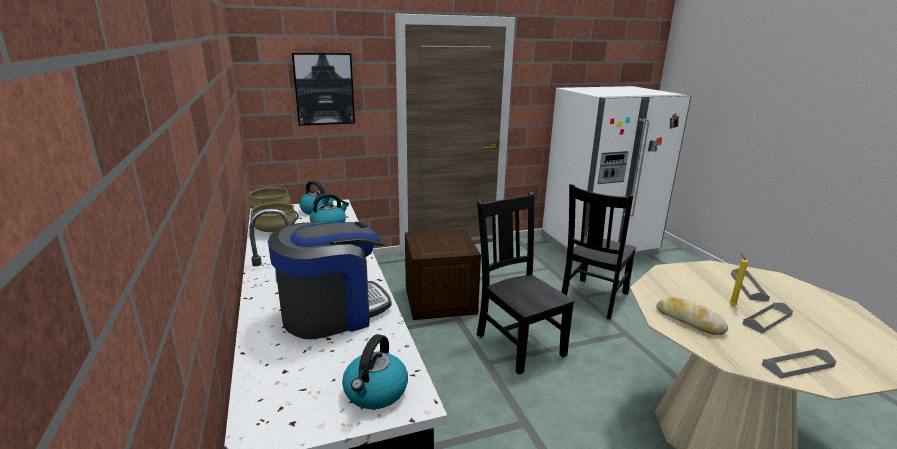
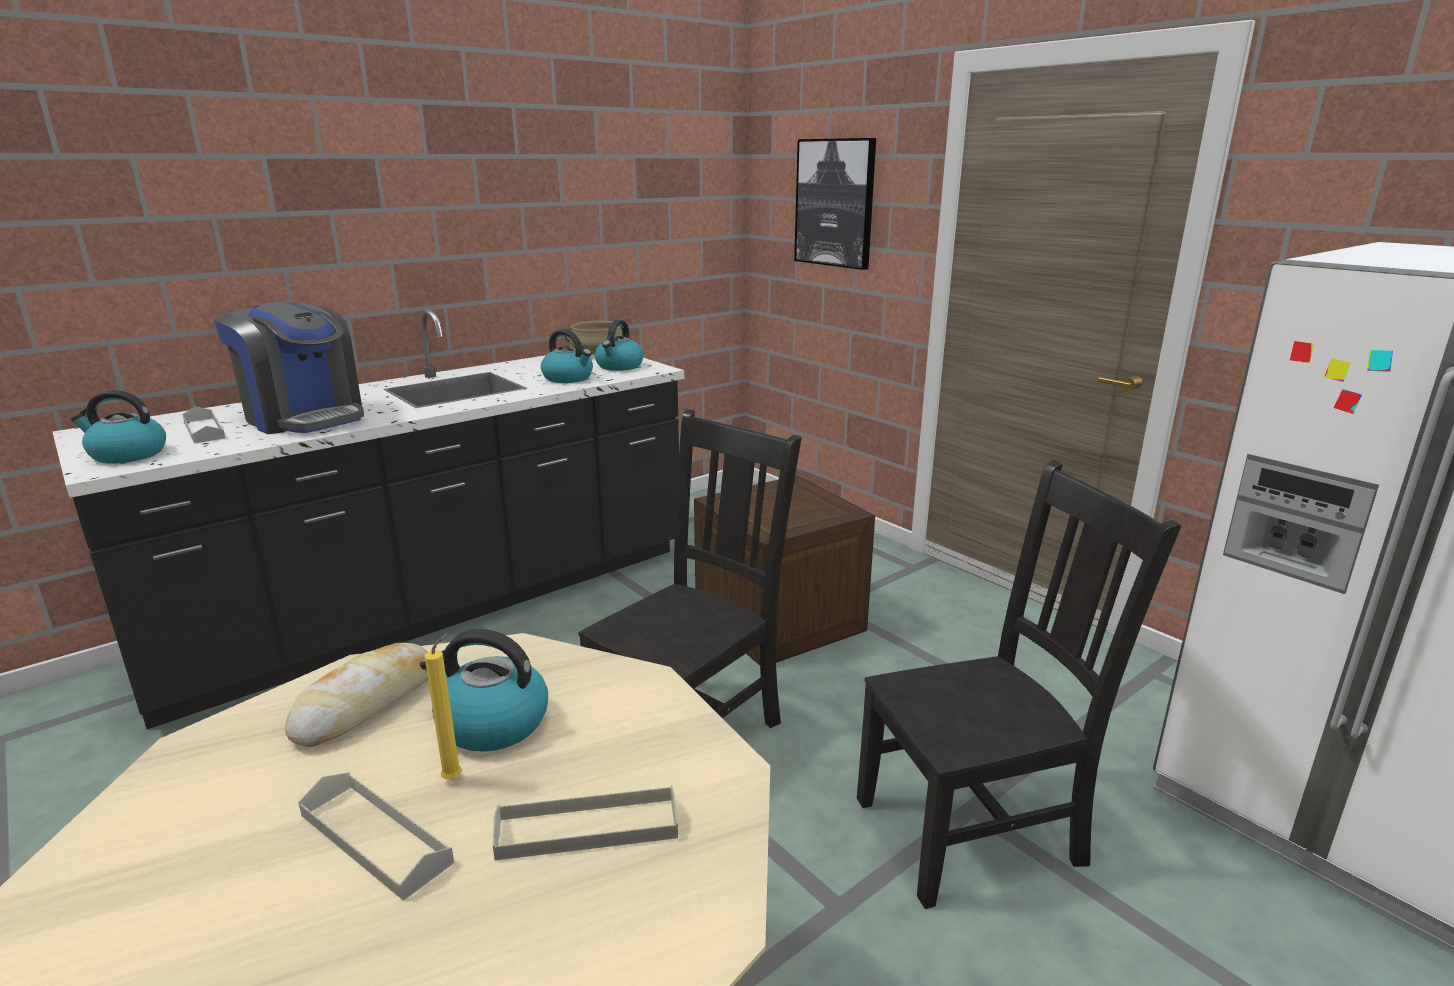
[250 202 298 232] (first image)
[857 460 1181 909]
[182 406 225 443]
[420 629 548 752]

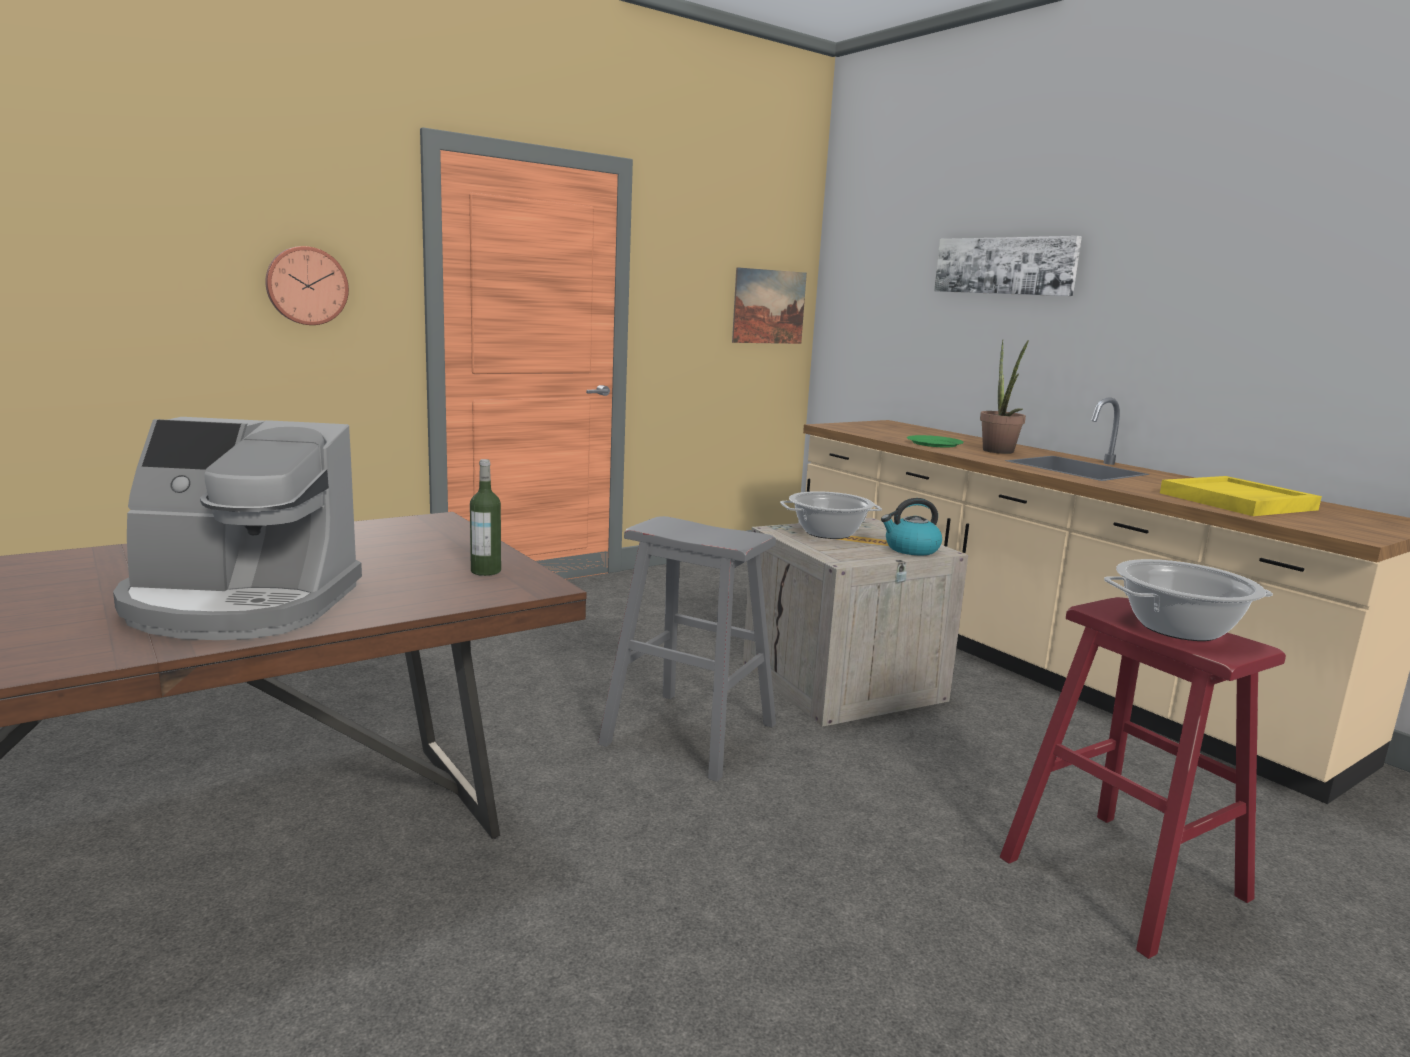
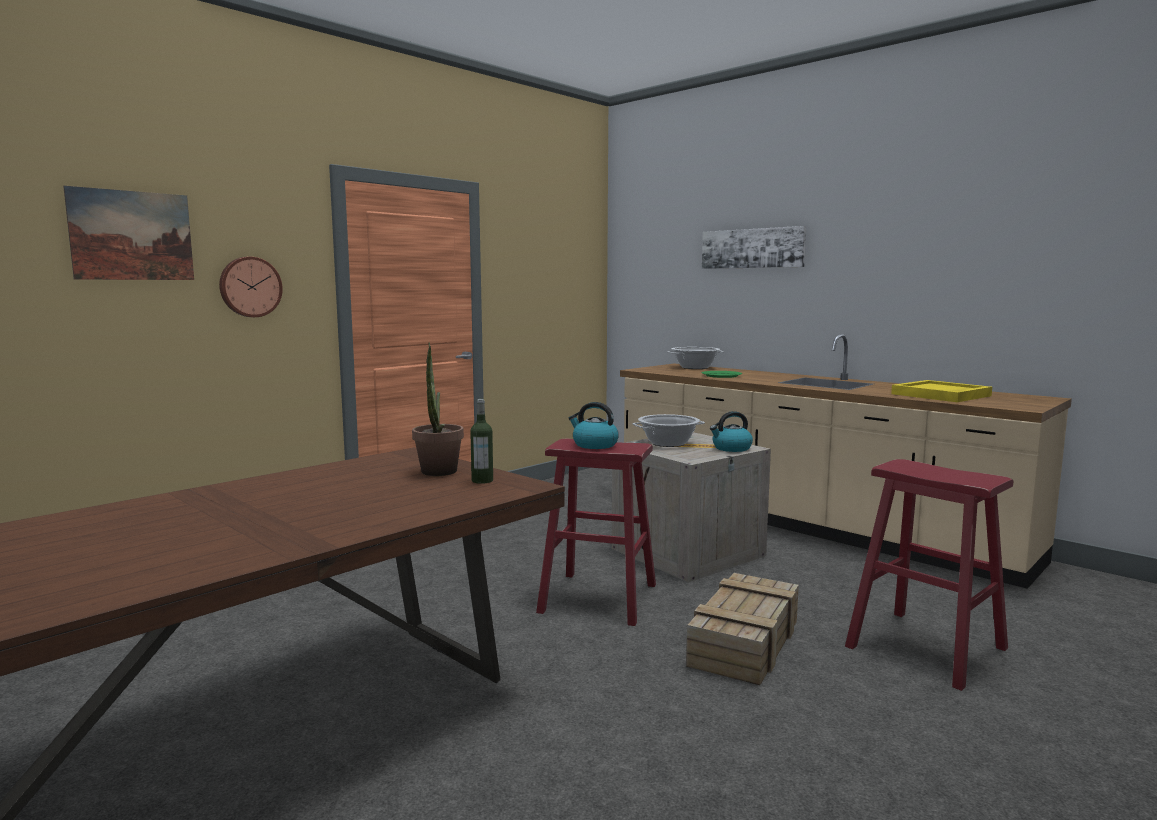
[113 417 362 640] (first image)
[536 439 656 626]
[63 186 194 280]
[412 342 464 476]
[667 347 724 369]
[568 402 619 449]
[686 573 799 685]

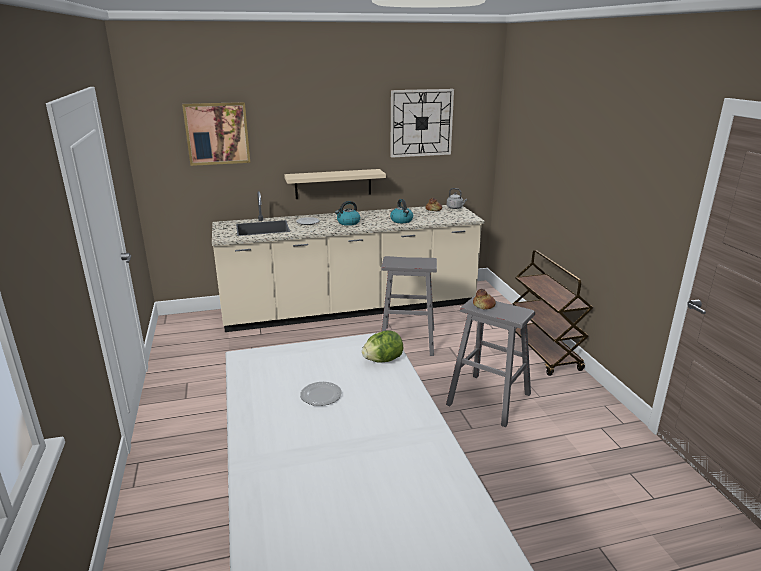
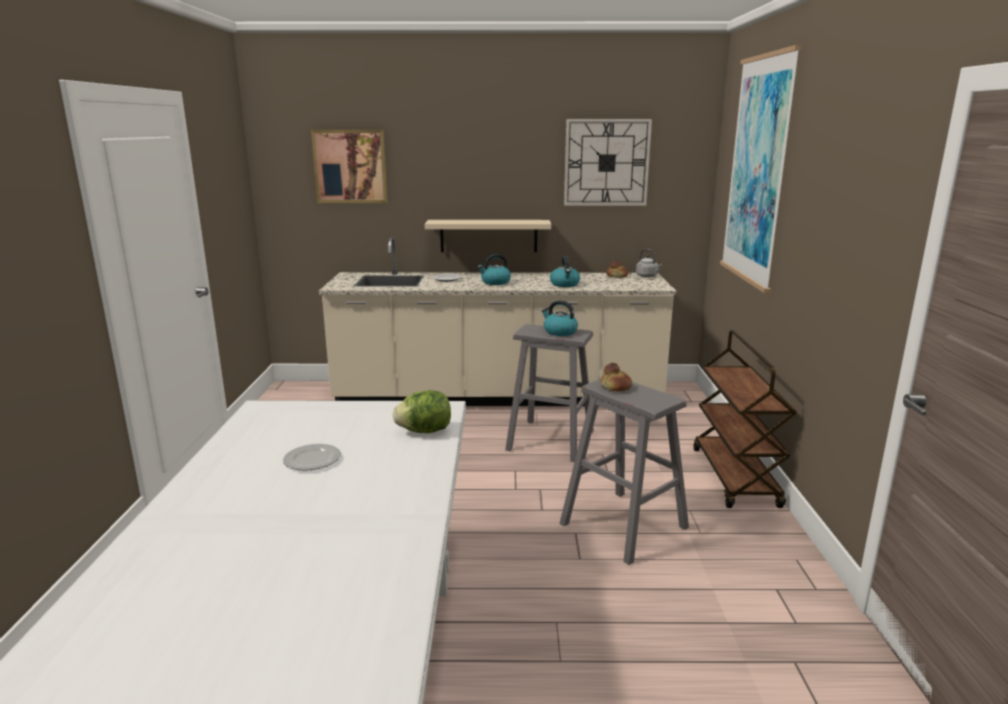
[542 300 578 336]
[720 45 802 293]

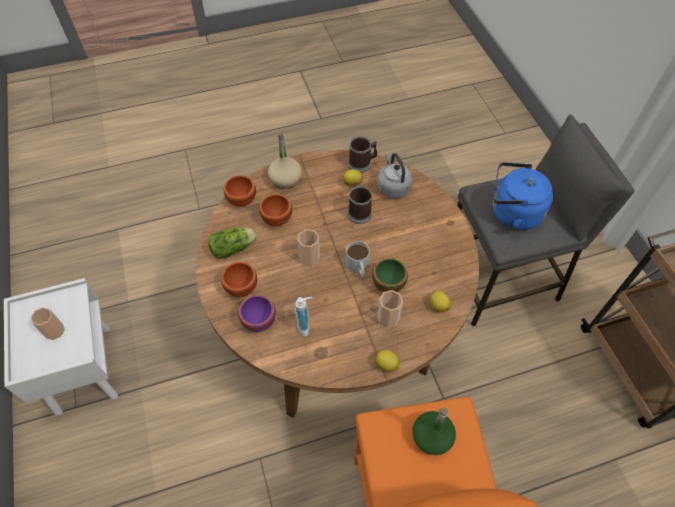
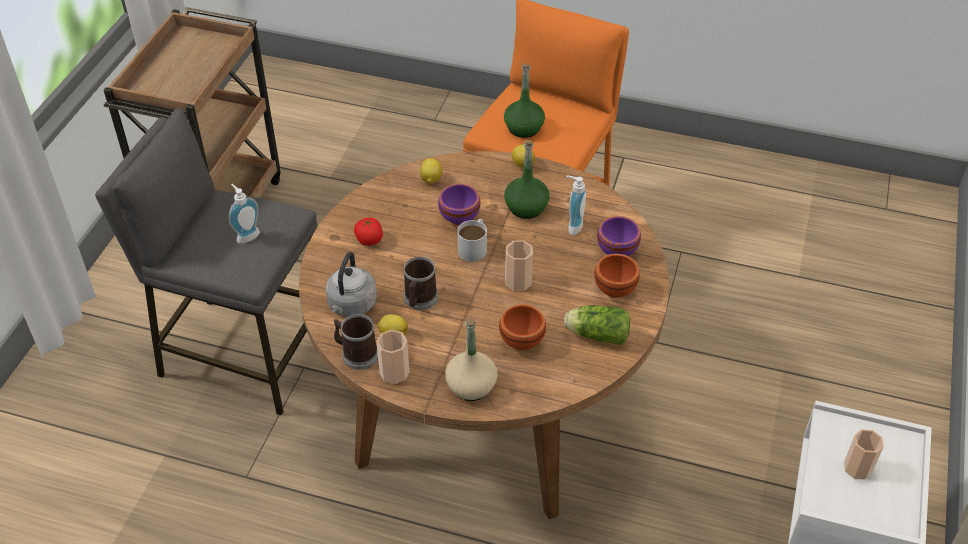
[224 175 256 207] (first image)
[438 184 481 226]
[377 330 409 384]
[229 184 260 244]
[354 217 383 246]
[504 139 550 219]

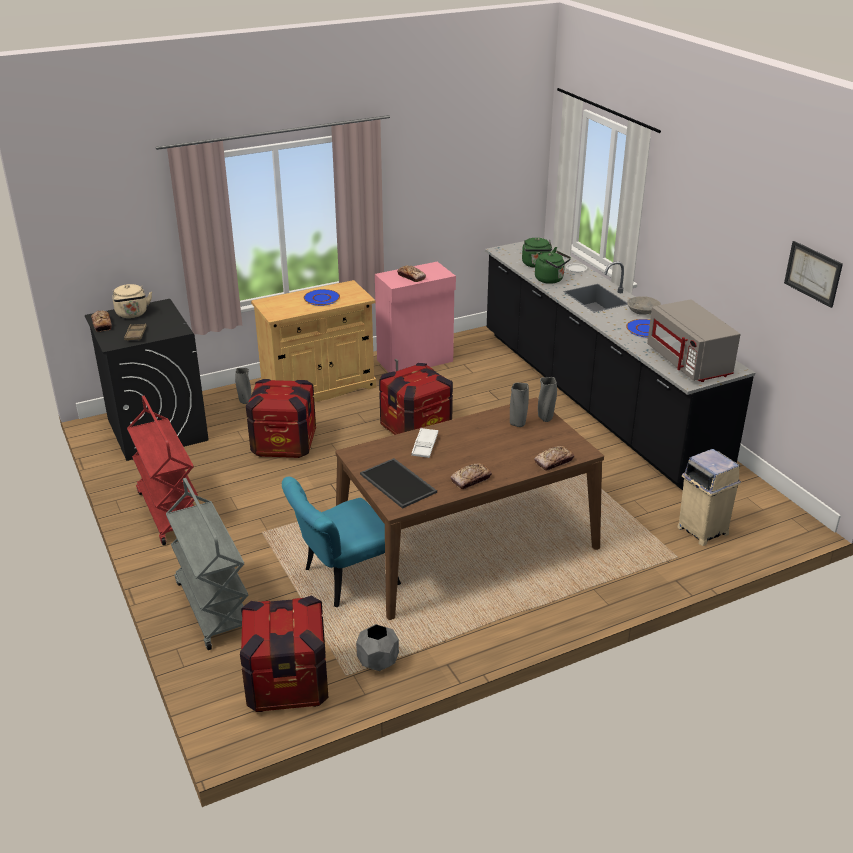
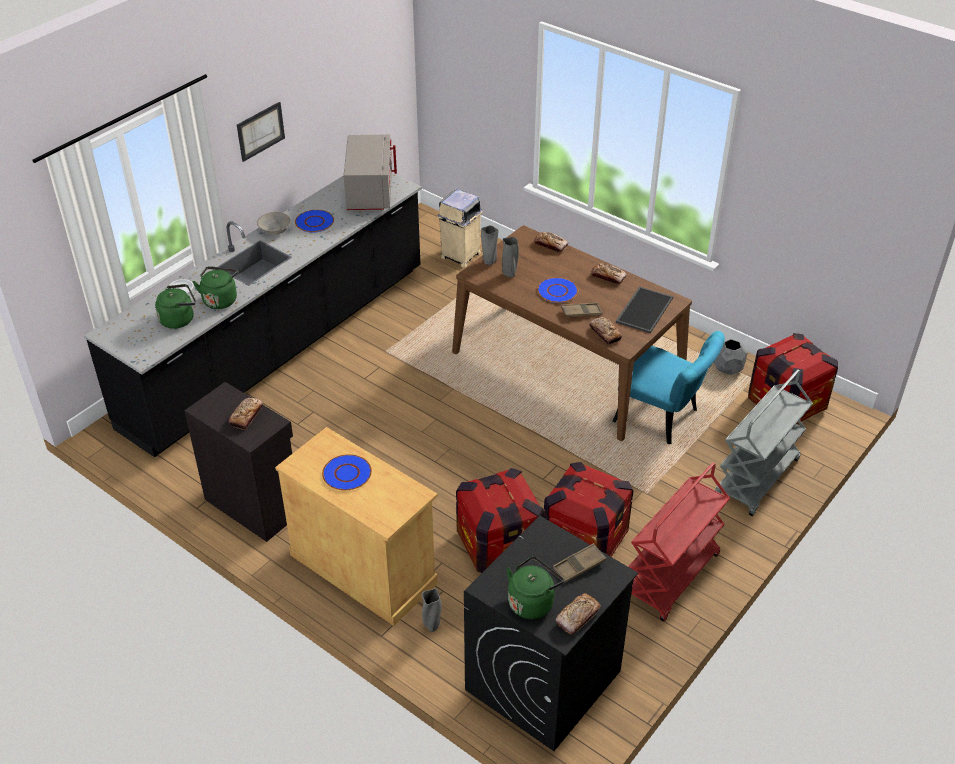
[506 556 564 619]
[184 382 293 542]
[543 462 633 557]
[561 303 603 317]
[344 134 397 210]
[237 102 285 162]
[537 277 578 303]
[589 317 622 345]

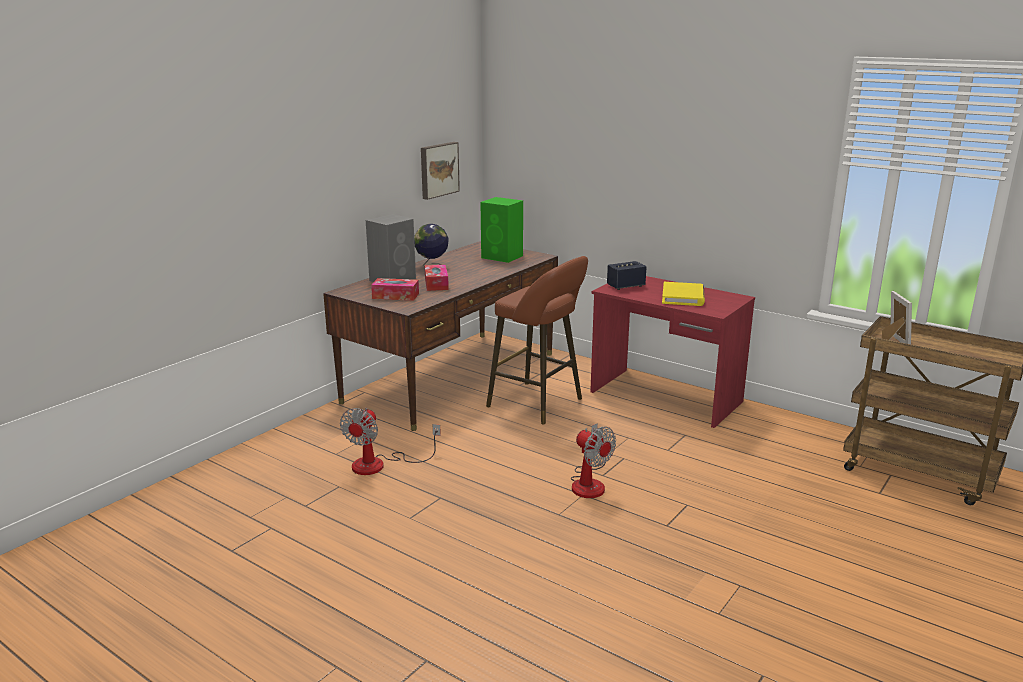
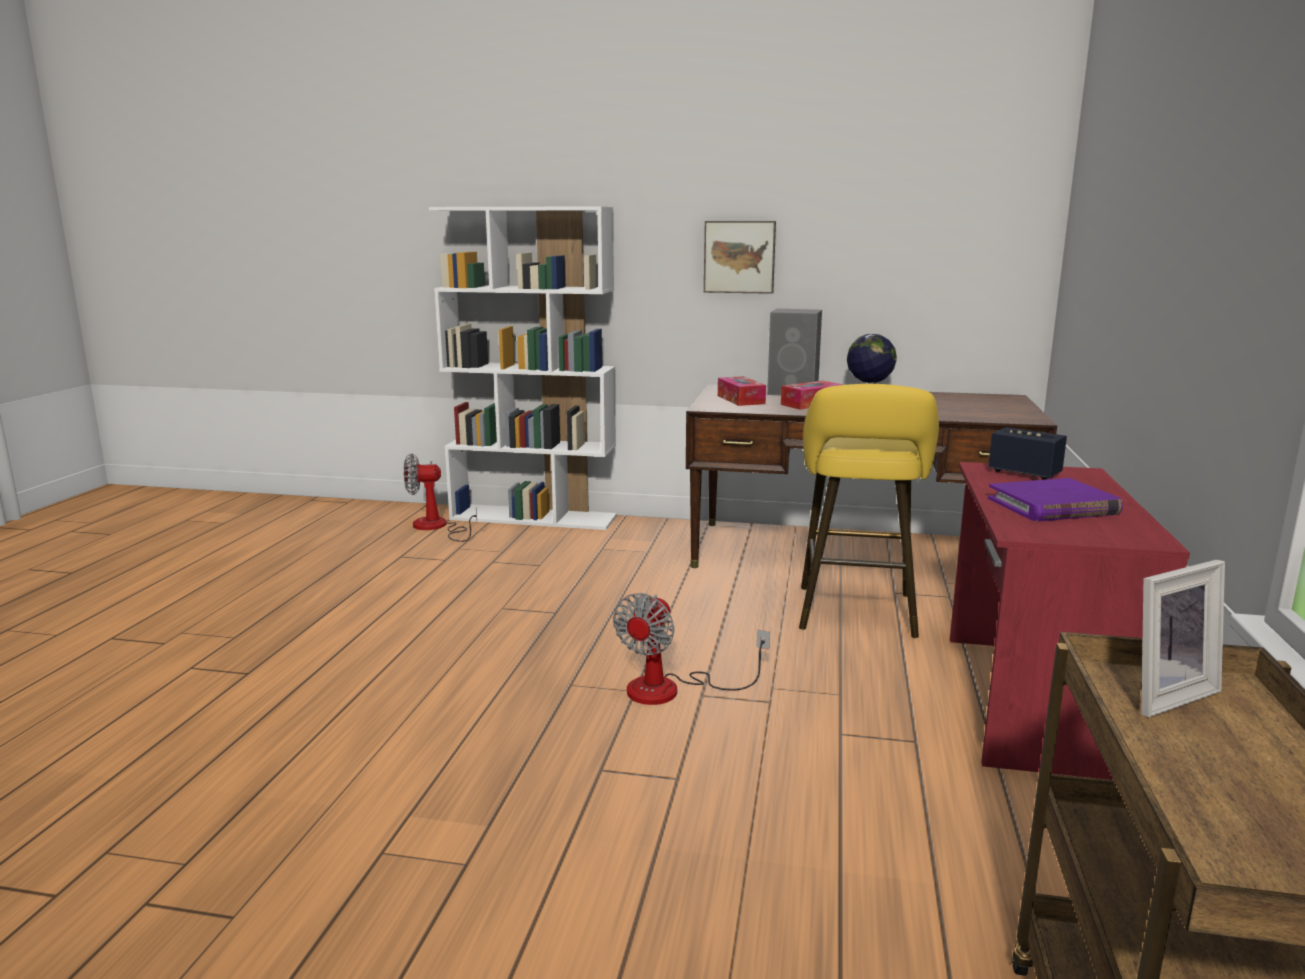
[404 453 477 542]
[704 221 776 294]
[481 197 523 263] (first image)
[799 384 939 638]
[988 478 1123 522]
[429 206 617 530]

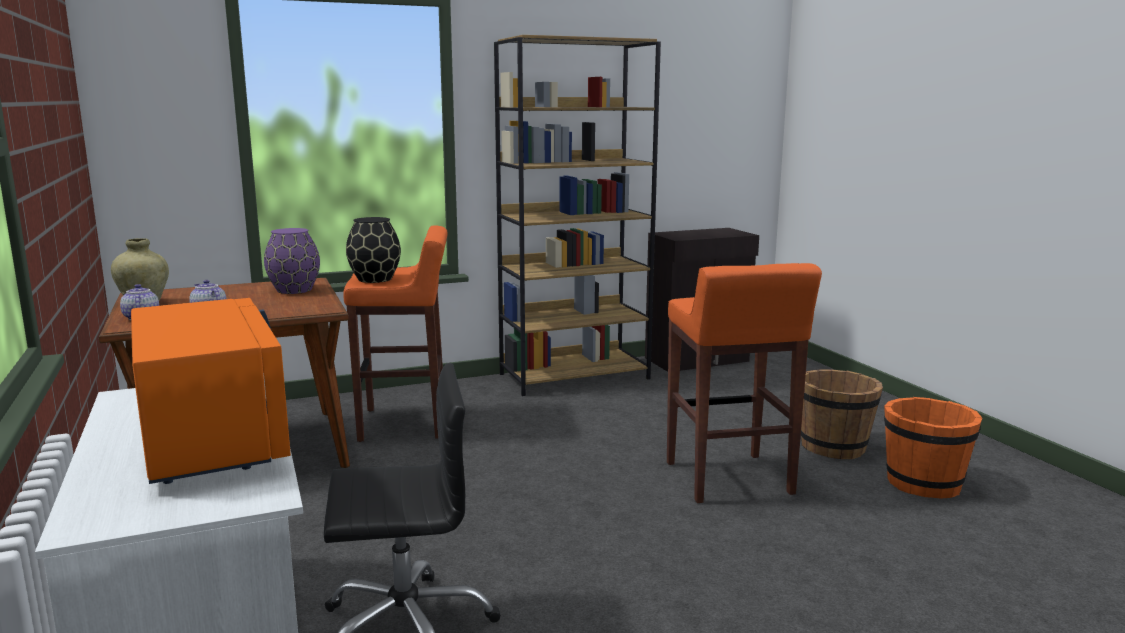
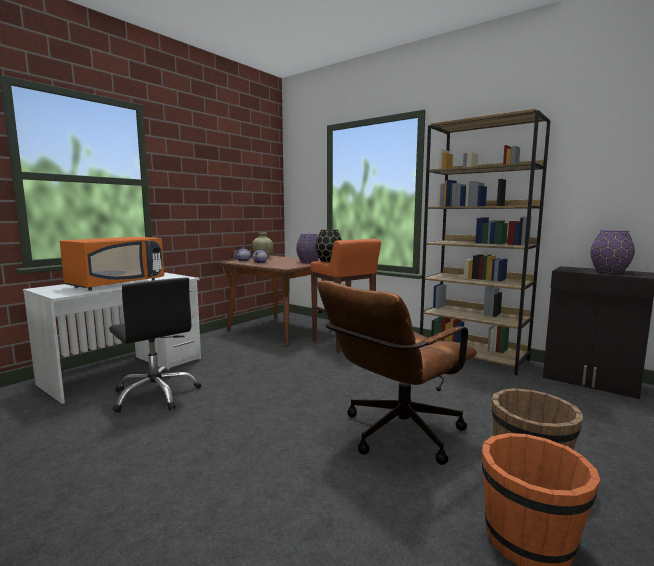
[317 281 477 465]
[590 230 635 273]

